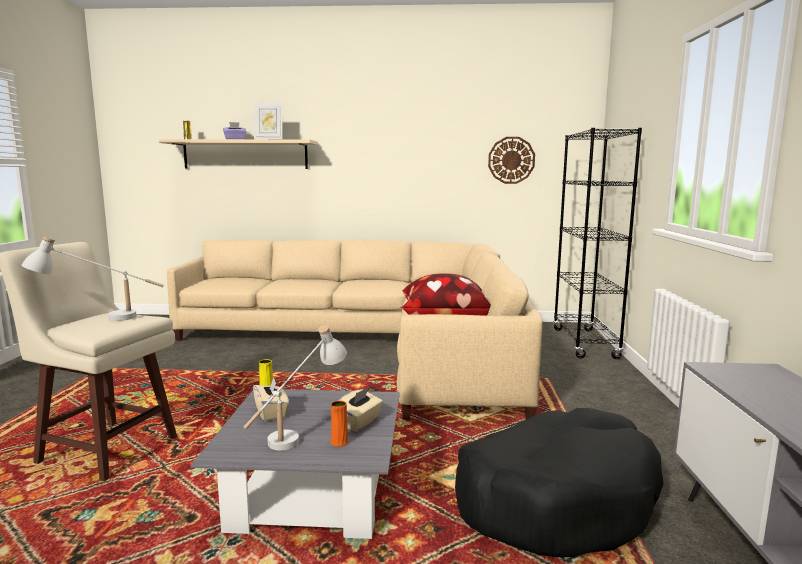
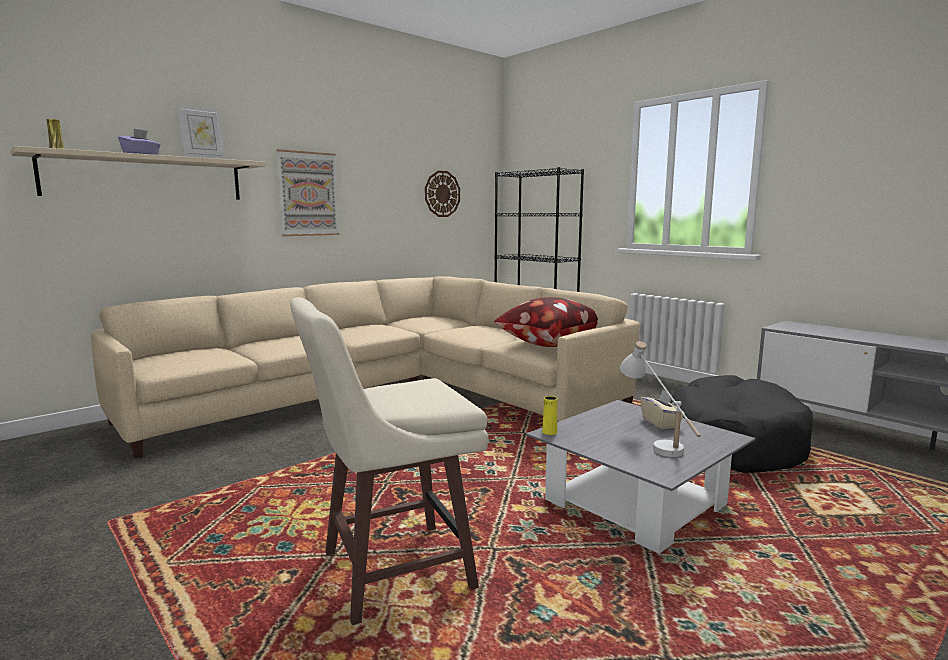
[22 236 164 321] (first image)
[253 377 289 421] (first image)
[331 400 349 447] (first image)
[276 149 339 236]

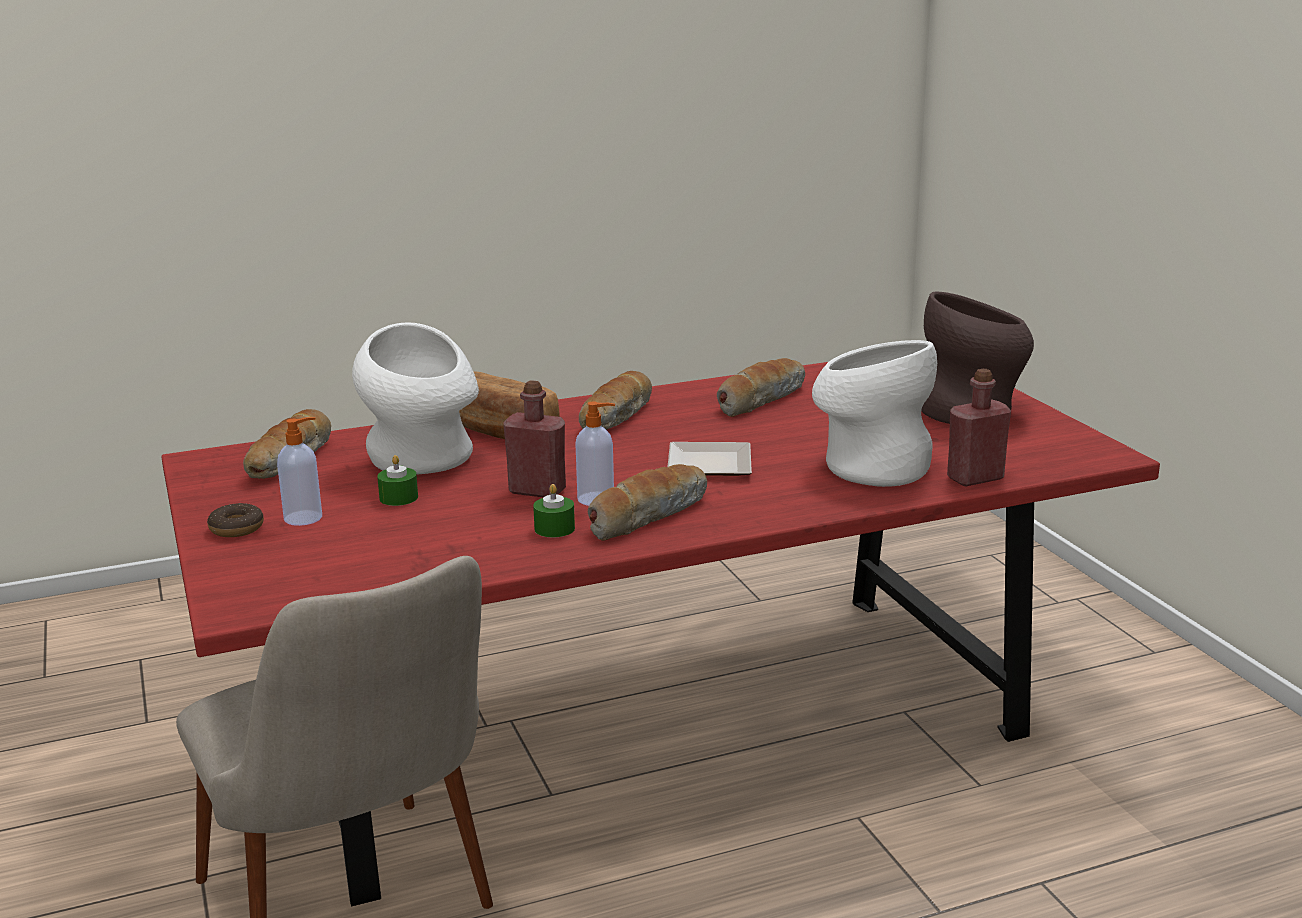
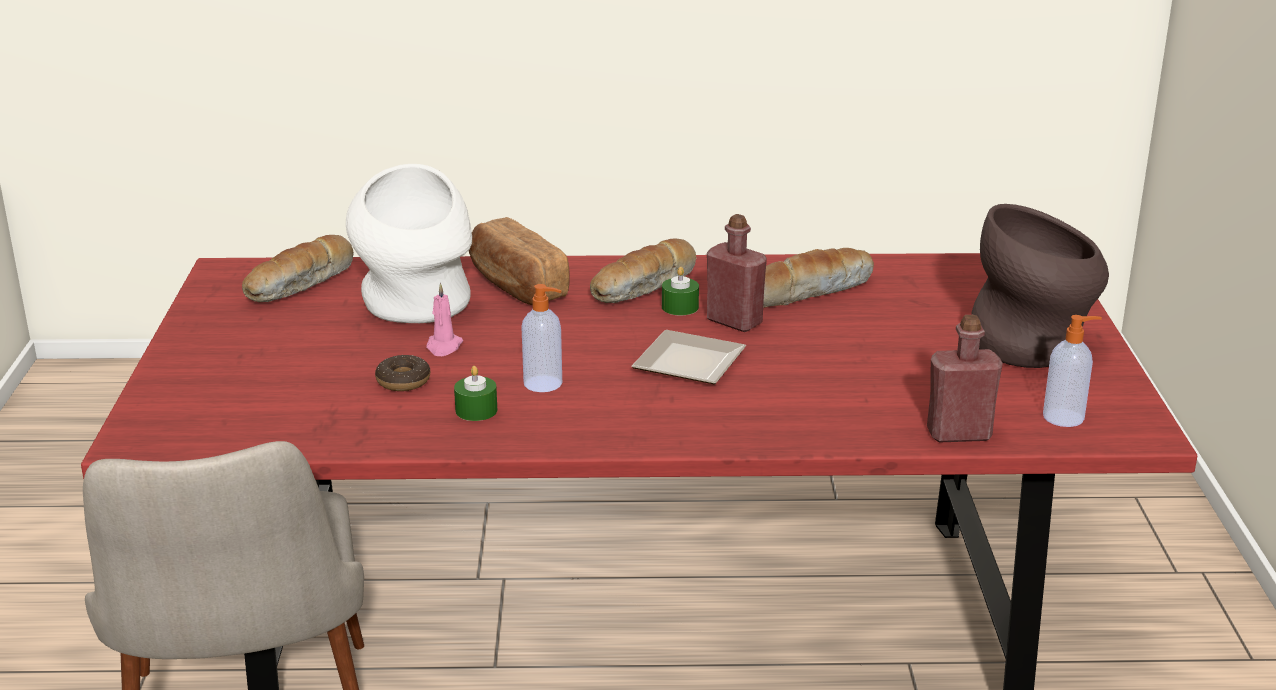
[375 355 430 391]
[1043 315 1102 427]
[662 267 699 315]
[707 214 767 332]
[588 464 707 541] (first image)
[812 340 937 487] (first image)
[426 283 463 356]

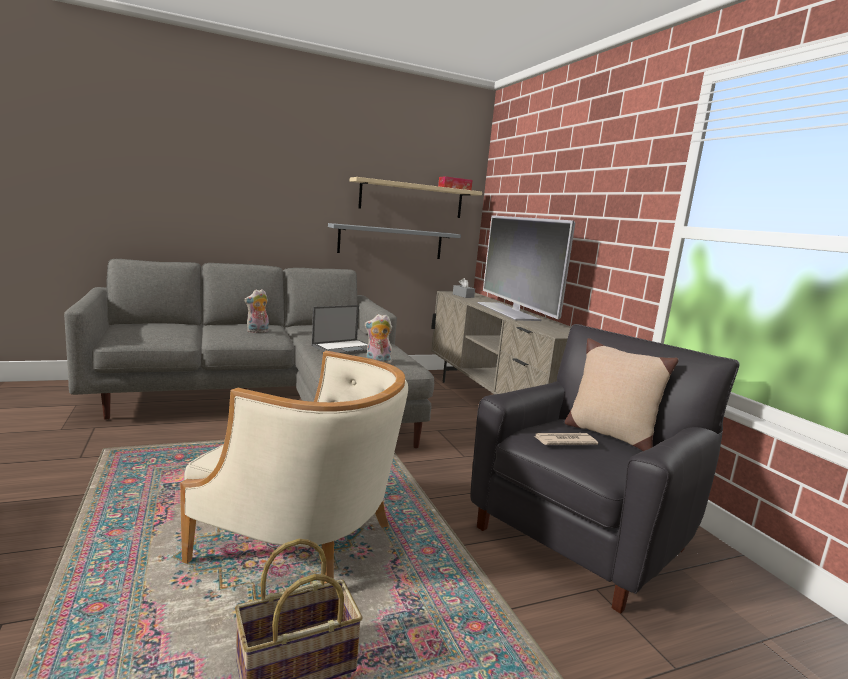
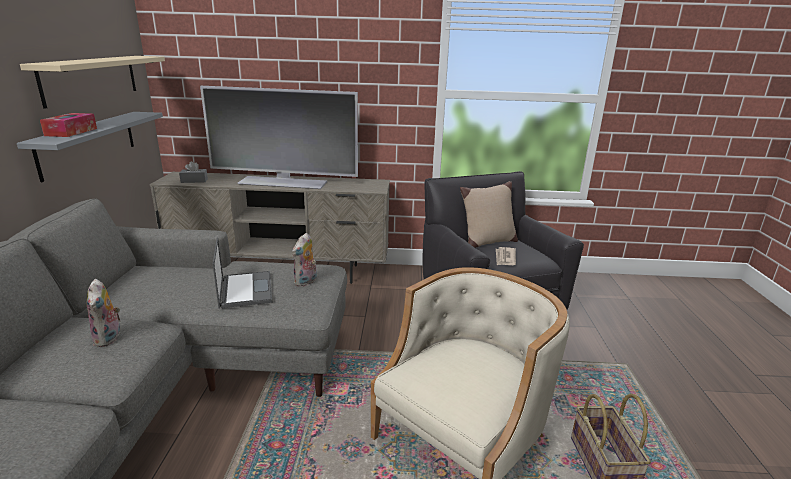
[40 113 97 137]

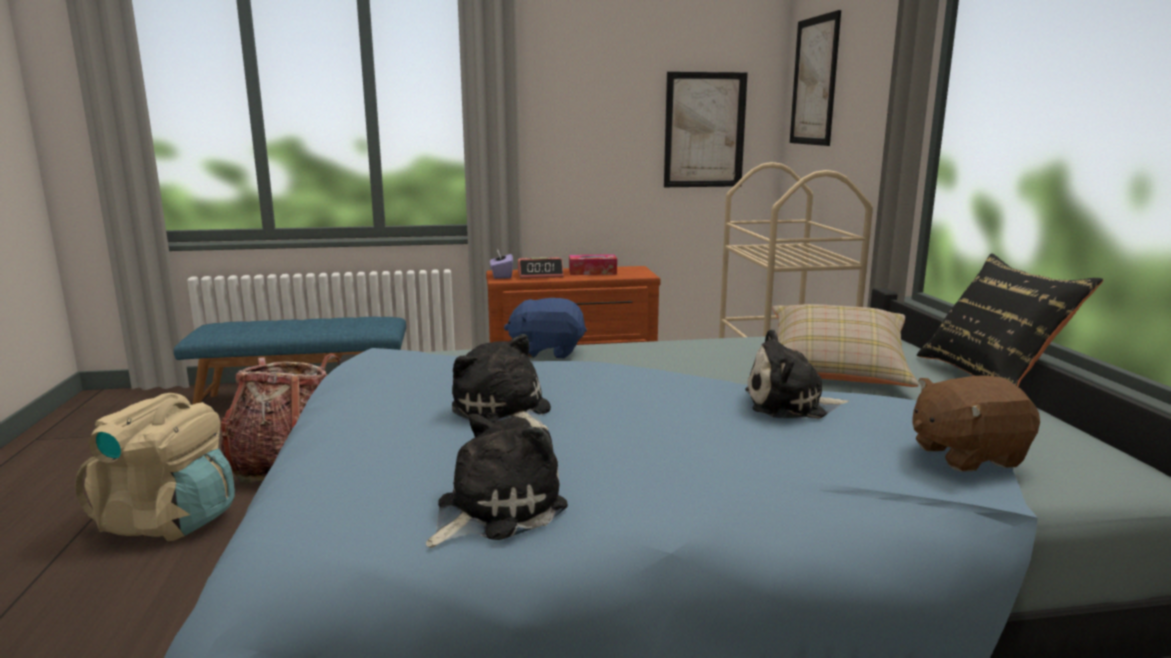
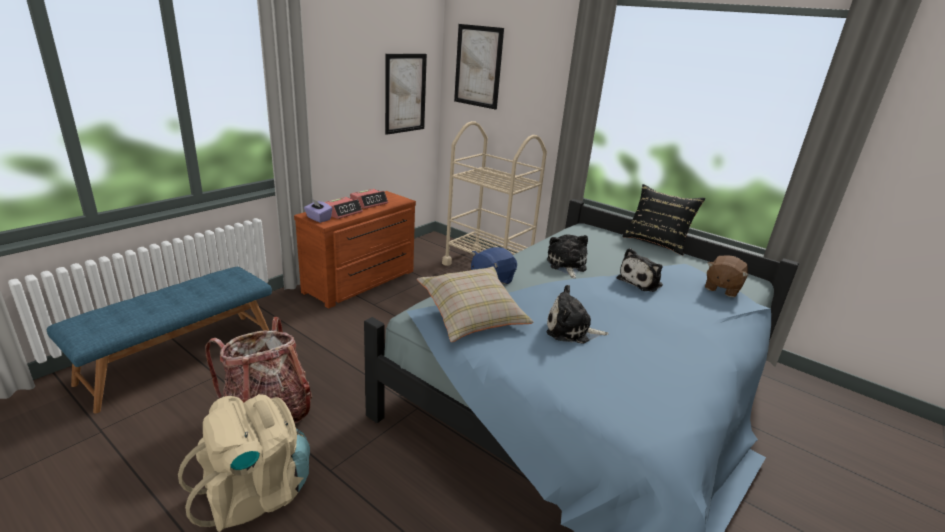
[547 234 588 278]
[350 189 388 209]
[417 267 534 342]

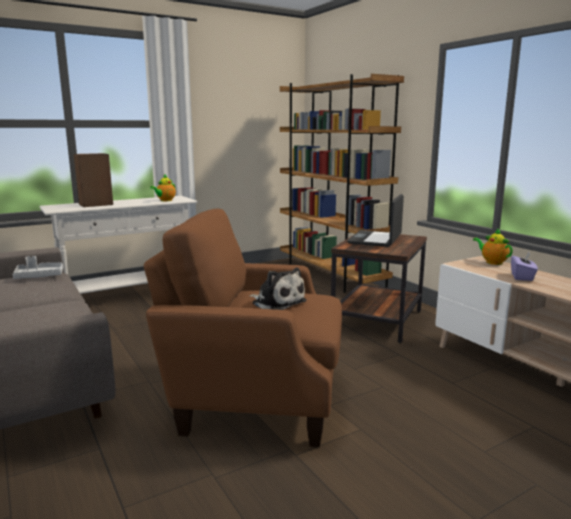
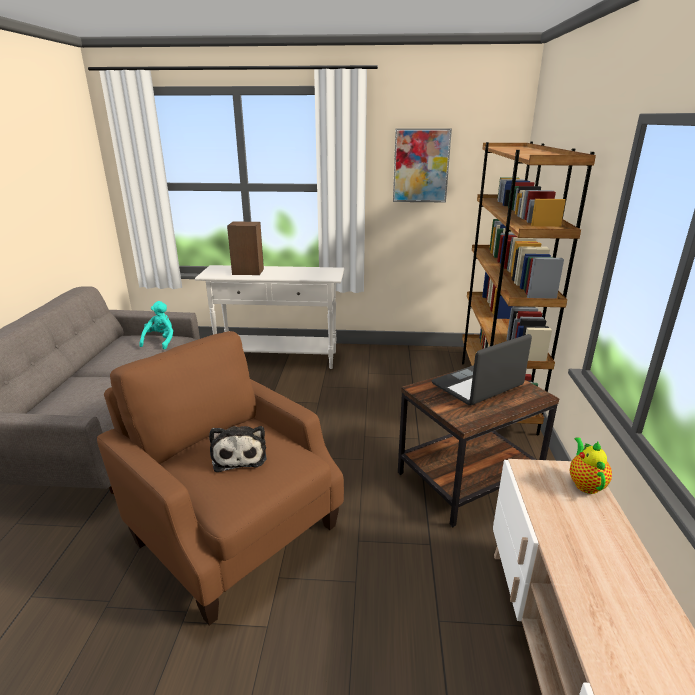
[139 301 173 350]
[150 174 176 201] (first image)
[511 252 538 281] (first image)
[393 128 452 202]

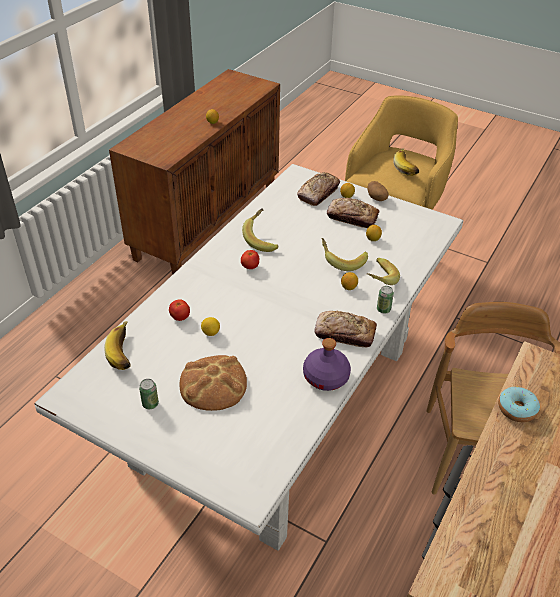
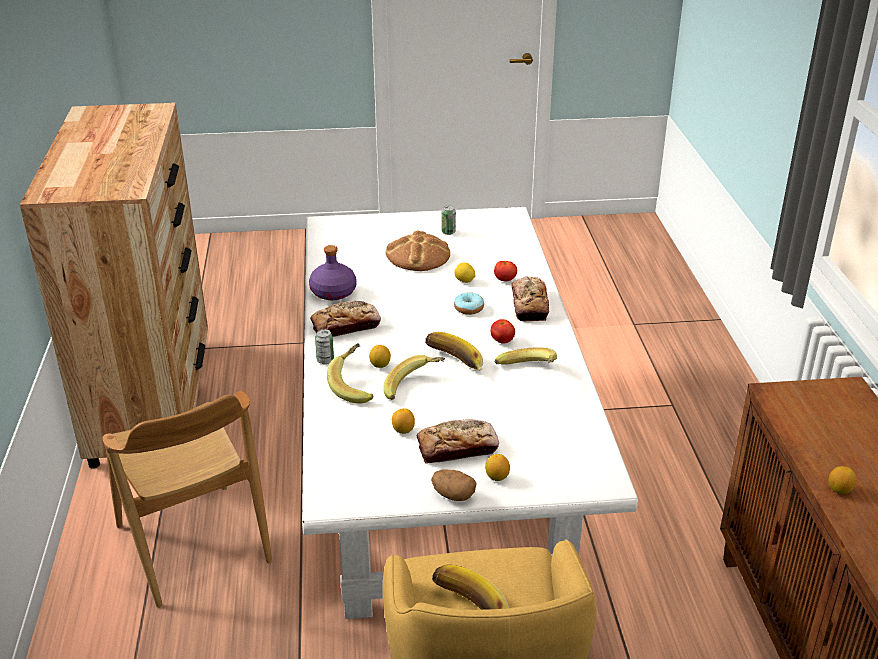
[425 332 483 371]
[511 276 549 321]
[454 292 484 315]

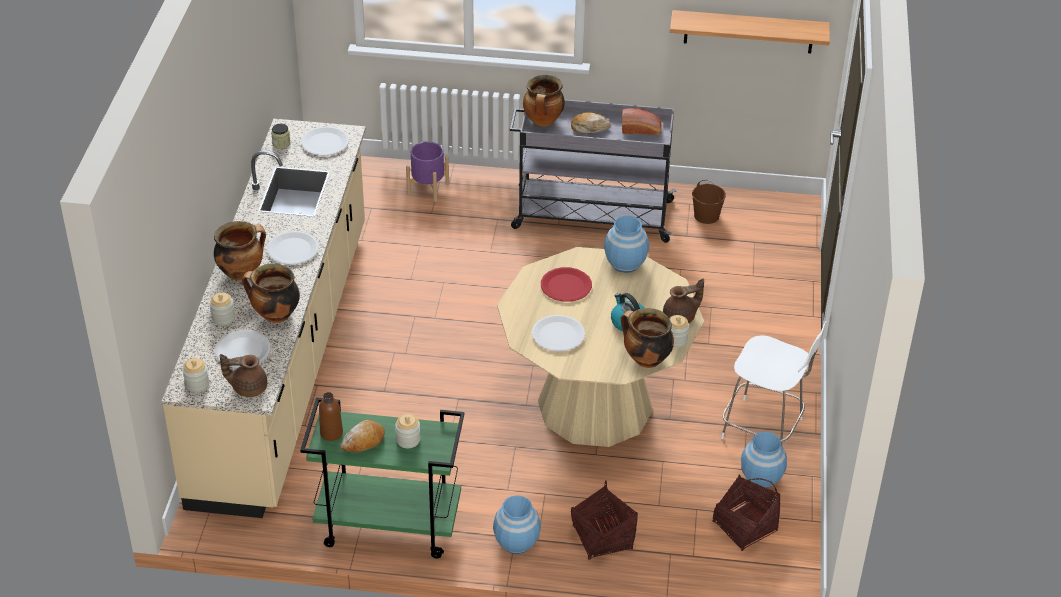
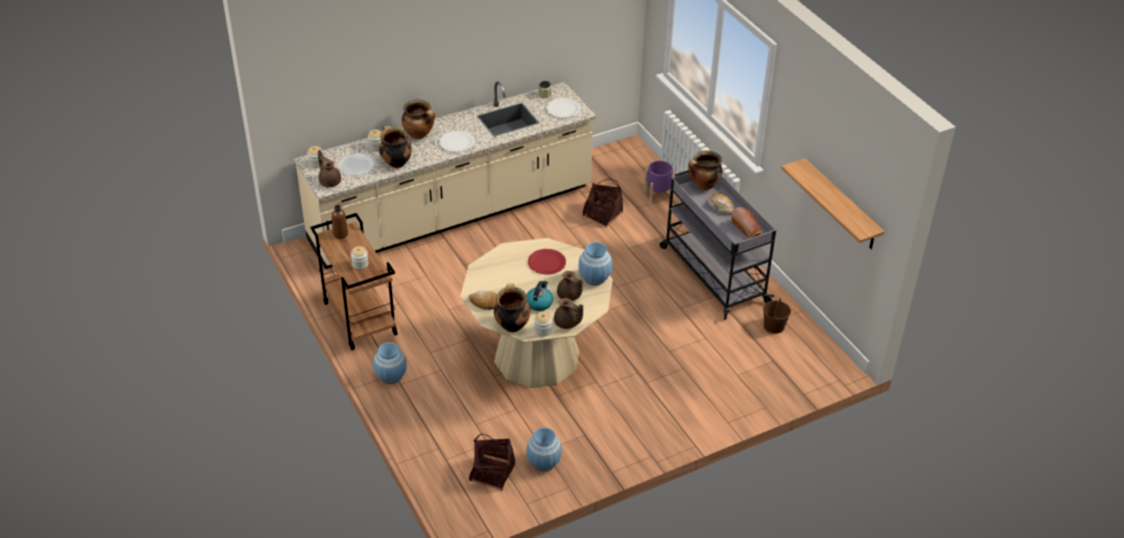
[310 213 398 350]
[469 290 497 310]
[532 315 585 352] (first image)
[583 179 623 227]
[721 321 827 445] (first image)
[557 271 583 301]

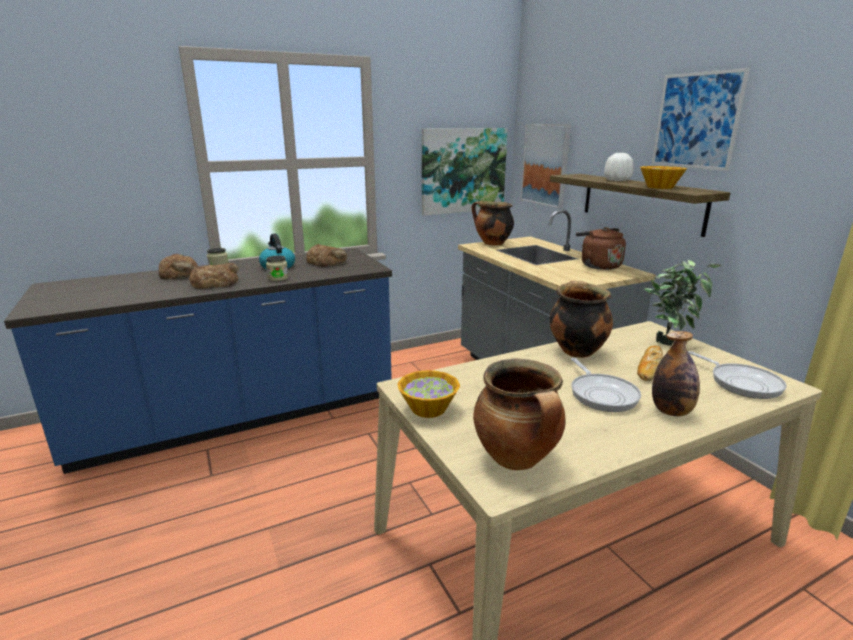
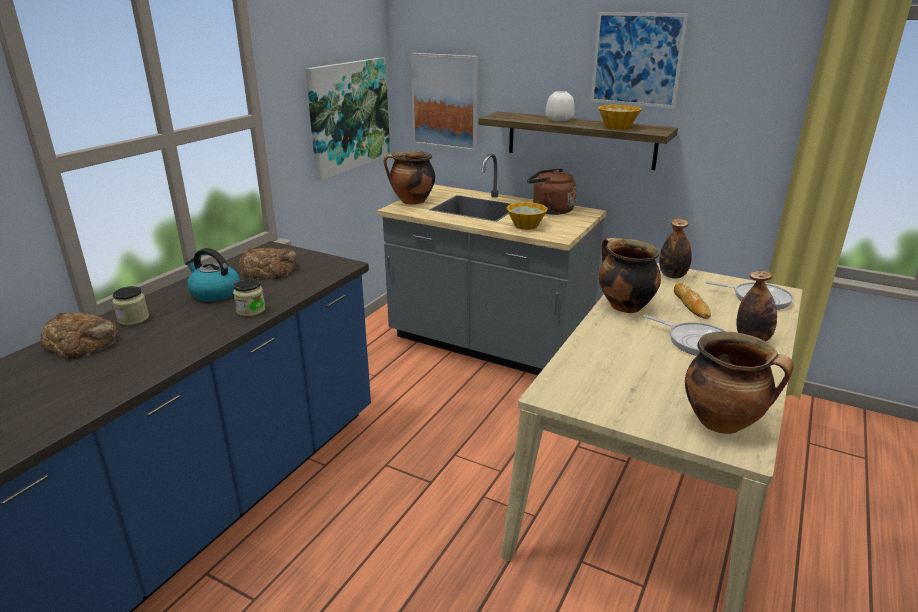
[189 263 239 289] (first image)
[507 202 548 230]
[659 219 692 278]

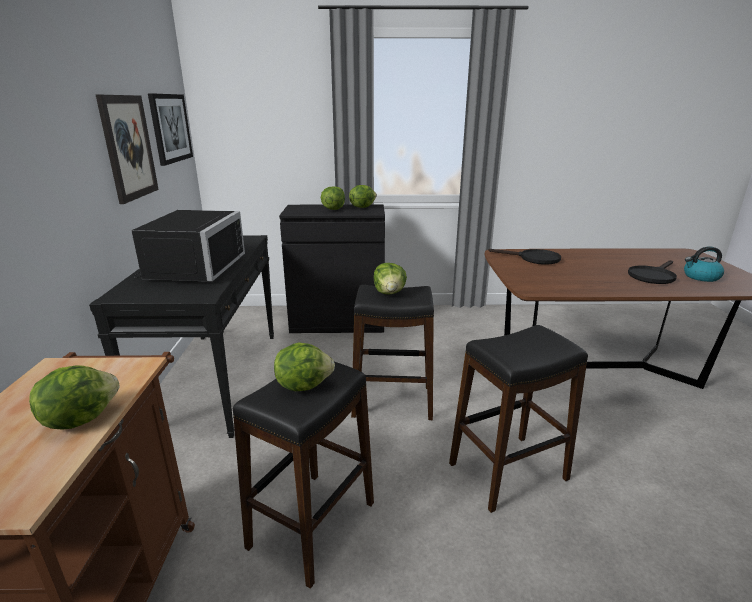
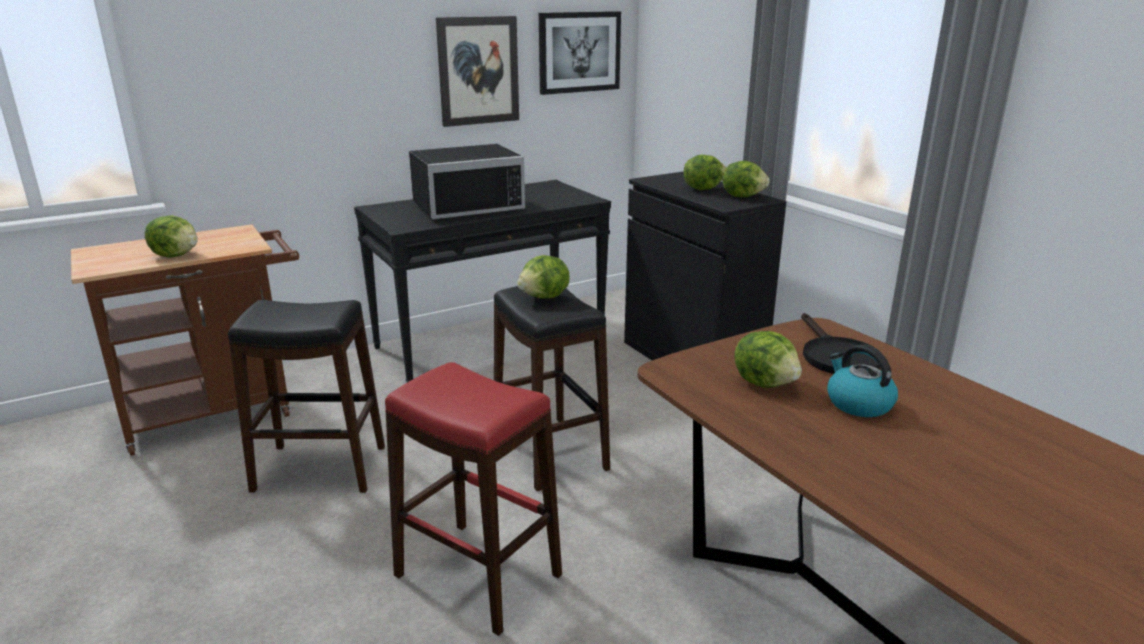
[734 331 802 388]
[385 362 562 636]
[628 260 677 284] (first image)
[827 344 898 417]

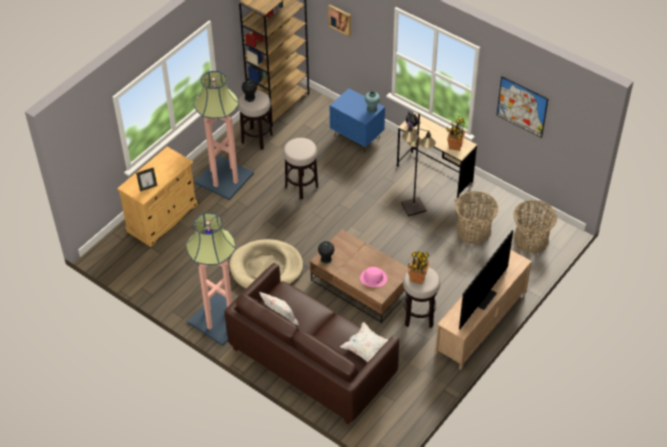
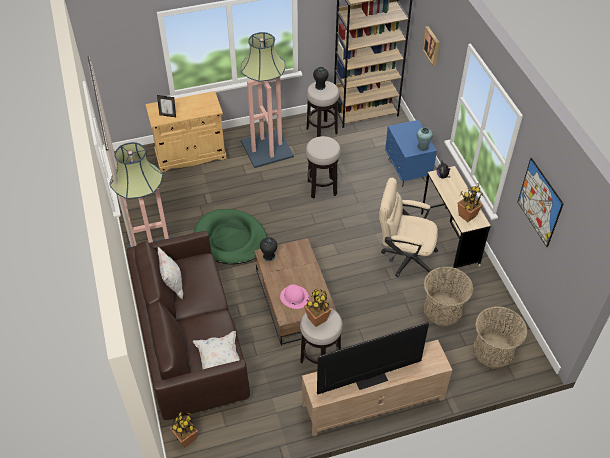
[194 209 267 265]
[379 178 438 277]
[170 412 198 448]

